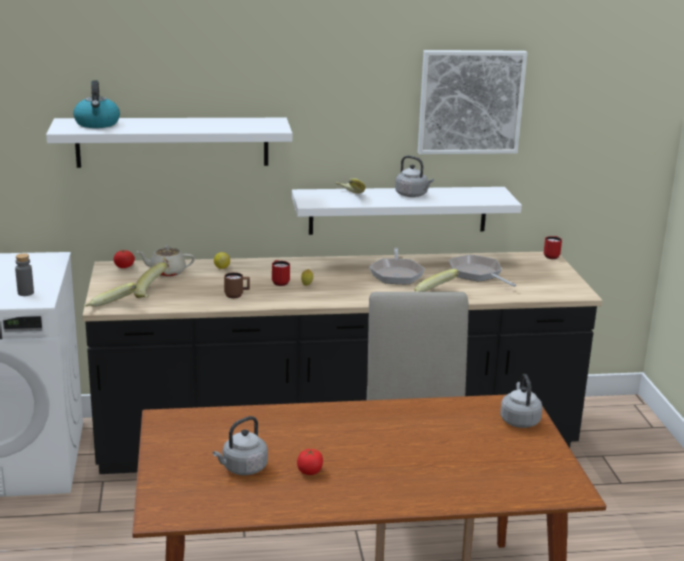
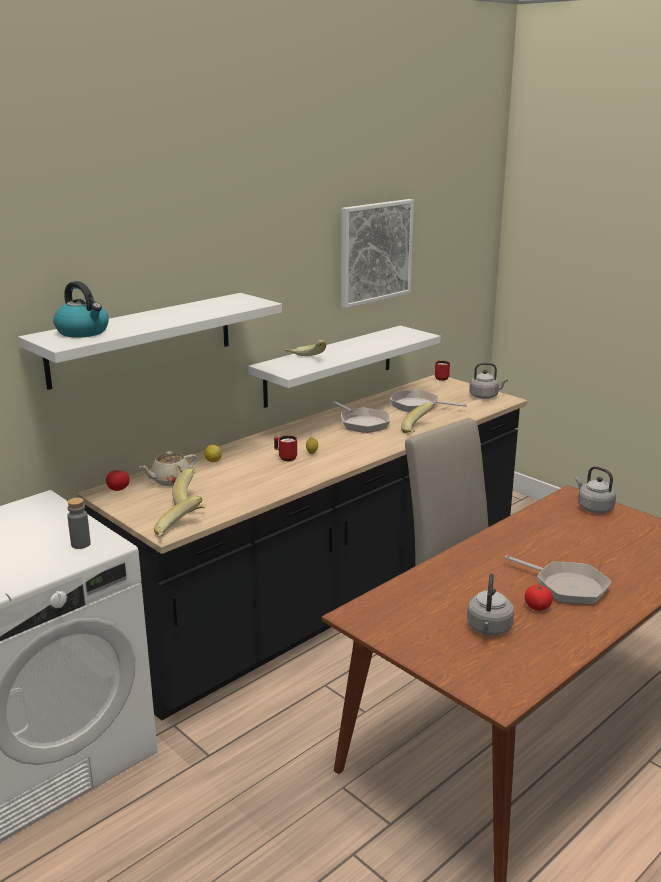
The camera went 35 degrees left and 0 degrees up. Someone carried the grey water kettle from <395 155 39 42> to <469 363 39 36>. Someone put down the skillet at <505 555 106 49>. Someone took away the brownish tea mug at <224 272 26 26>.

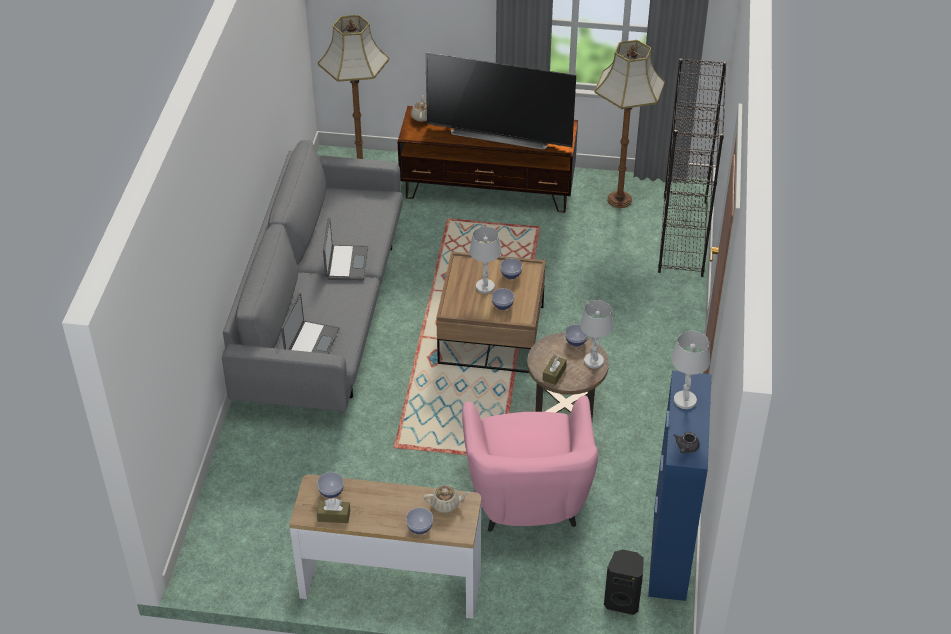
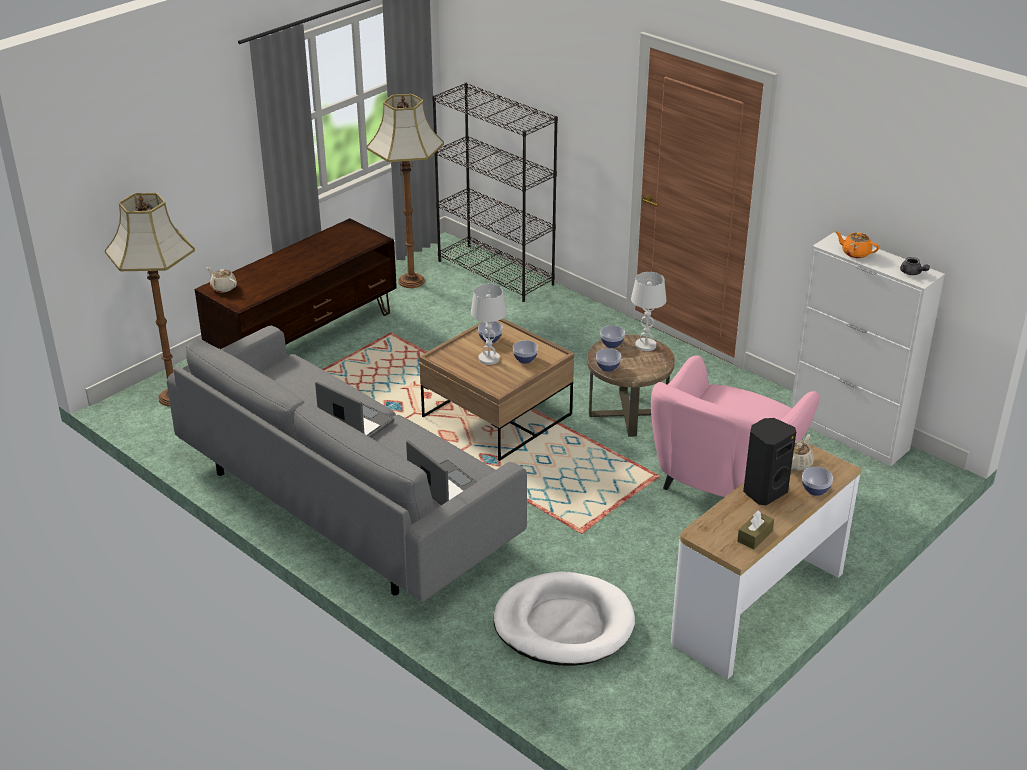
The camera went 55 degrees left and 10 degrees down. Someone put down the white dog cushion at <493 572 142 94>. Someone carried the deep dish from <317 472 27 26> to <596 348 25 24>. Someone rotated the pink lounge chair at <462 395 136 137> by 90 degrees clockwise. Someone carried the black audio speaker from <604 549 40 66> to <743 418 53 87>. Someone repainted the blue-coloured storage cabinet at <648 370 63 231>, which became the white storage cabinet at <791 232 154 235>. Someone swapped the white tabletop lamp at <671 331 39 78> for the orangey tea pot at <835 231 44 27>. Someone took away the TV at <425 52 151 98>. Someone took away the brownish box of tissues at <543 355 24 30>.

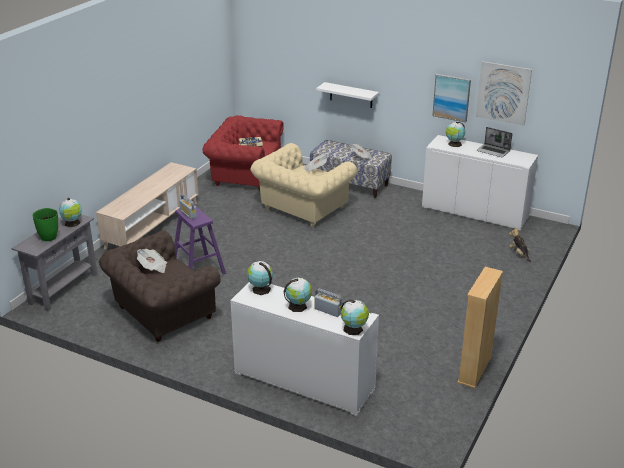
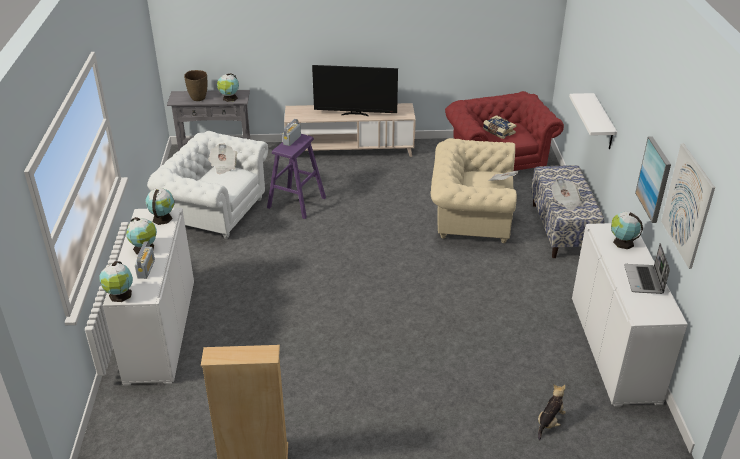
The camera went 60 degrees right and 5 degrees up. Someone repainted the brownish lounge chair at <99 230 122 112>, which became the white lounge chair at <147 131 121 108>. Someone repainted the greenish vase at <33 208 25 33>, which became the brownish vase at <184 70 23 31>. Someone put down the TV at <312 65 86 52>.

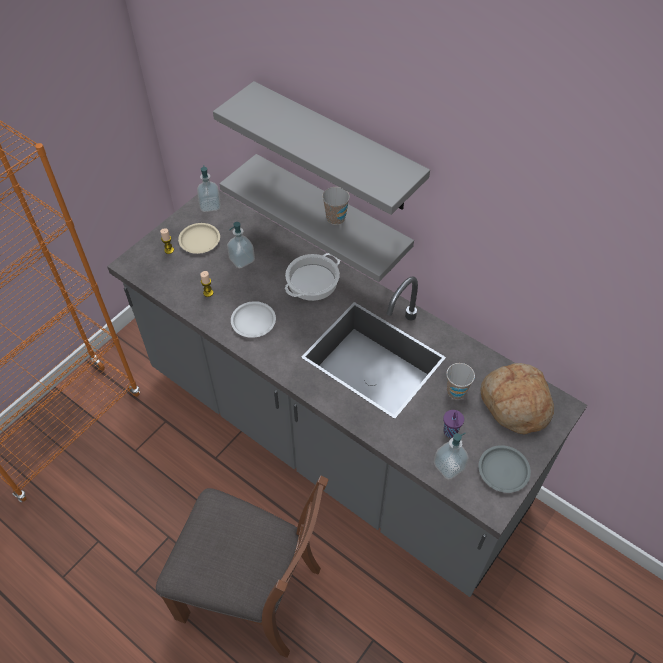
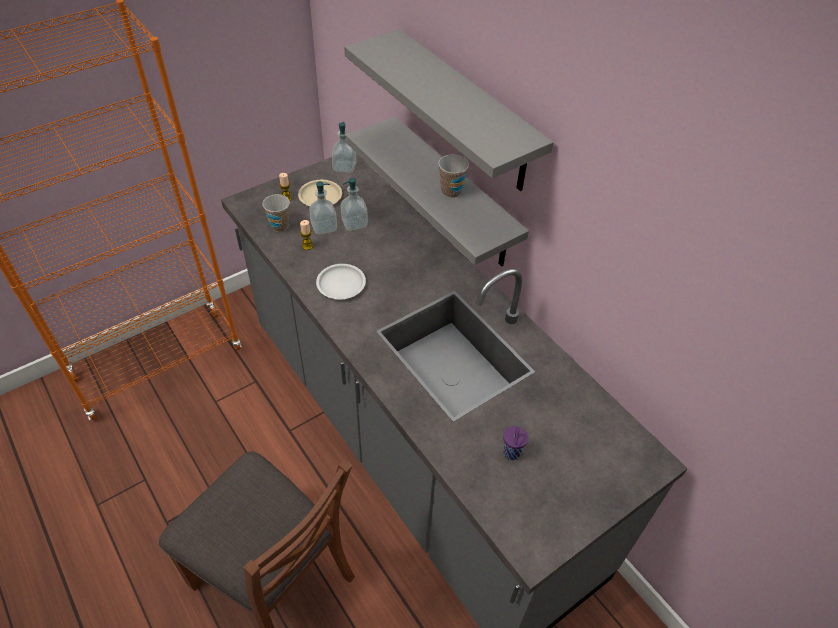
The camera went 15 degrees right and 5 degrees down. Someone carried the small cup from <446 363 29 36> to <262 194 28 38>. Someone carried the soap bottle from <433 433 36 47> to <309 181 28 54>. Someone took away the cooking pot at <285 253 56 48>. Someone took away the grey flat dish at <479 445 52 48>. Someone took away the bakery bread at <480 363 74 72>.

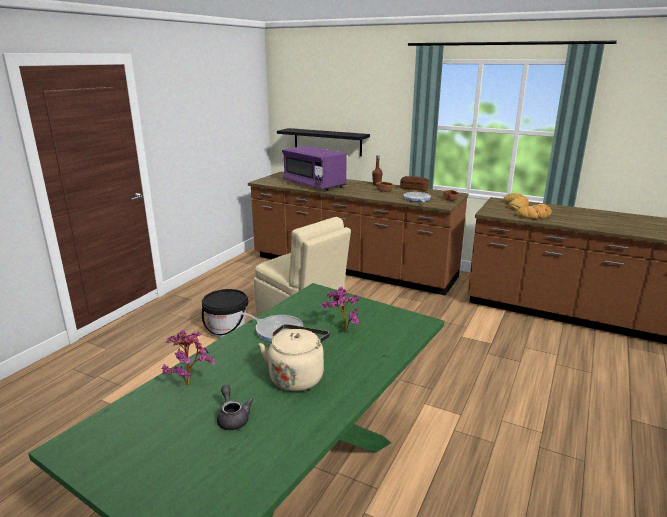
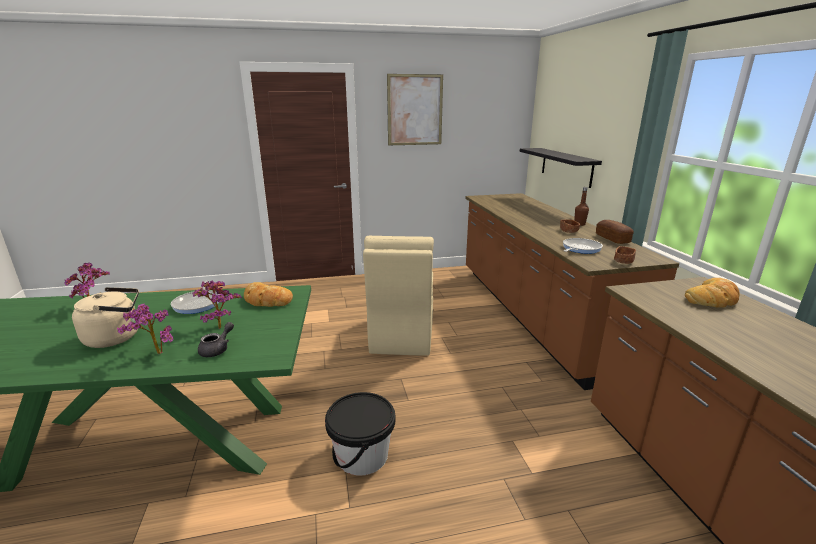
The camera went 50 degrees right and 0 degrees up. Someone put down the houseplant at <117 304 56 50>. Someone carried the grey tea pot from <217 385 36 45> to <198 322 36 35>. Someone carried the bakery bread from <516 204 36 15> to <244 282 49 25>. Someone carried the black pail from <202 289 46 49> to <325 392 70 84>. Someone put up the wall picture at <387 74 56 71>. Someone took away the purplish microwave at <282 146 65 45>.

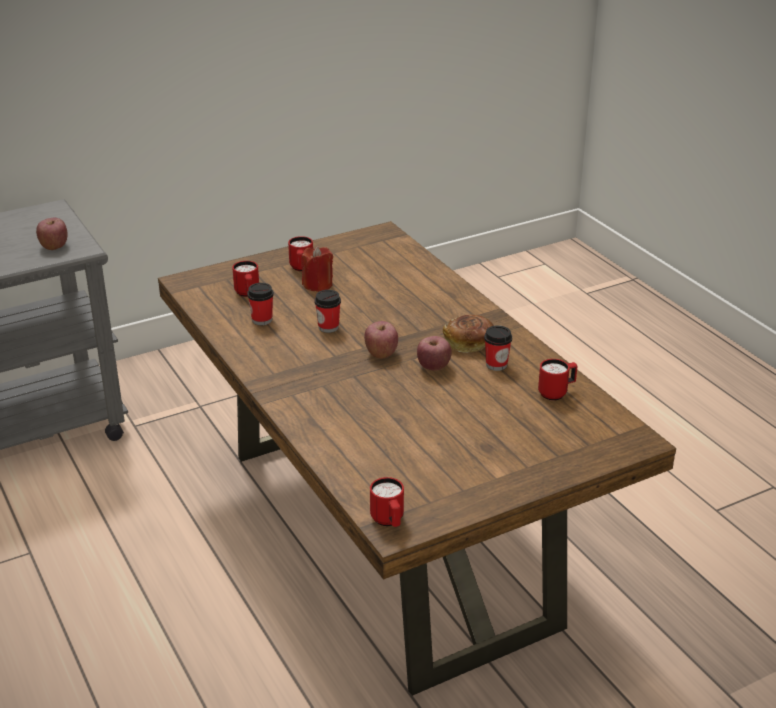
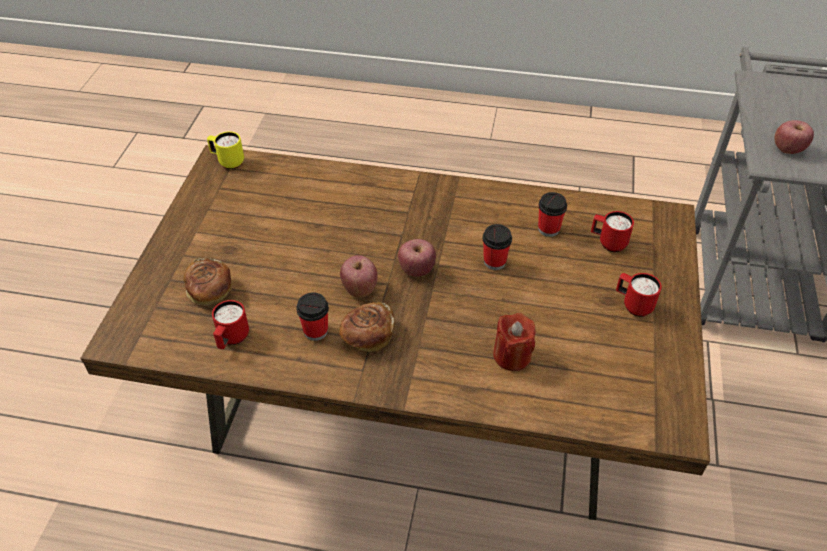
The camera went 130 degrees right and 15 degrees up. Someone put down the bakery bread at <183 258 49 48>. Someone repainted the reddish tea mug at <370 477 34 50>, which became the yellowish tea mug at <207 132 37 37>. Someone carried the reddish wax candle from <301 246 32 46> to <493 313 43 58>.

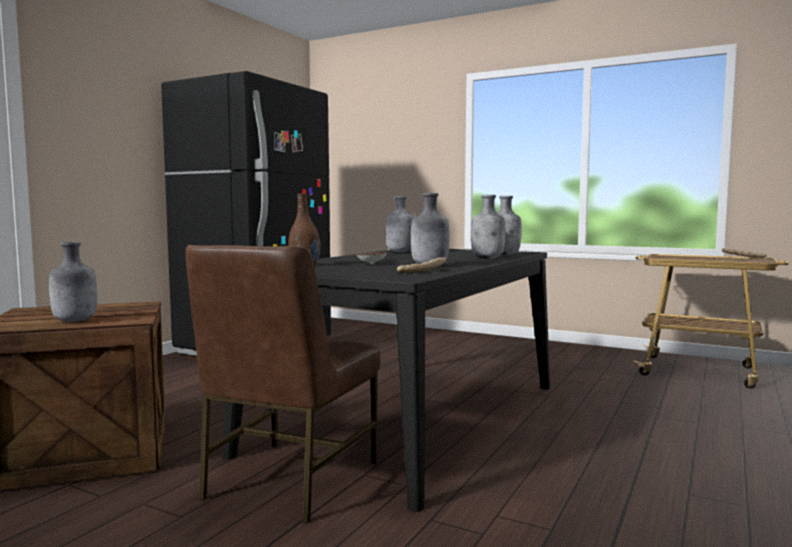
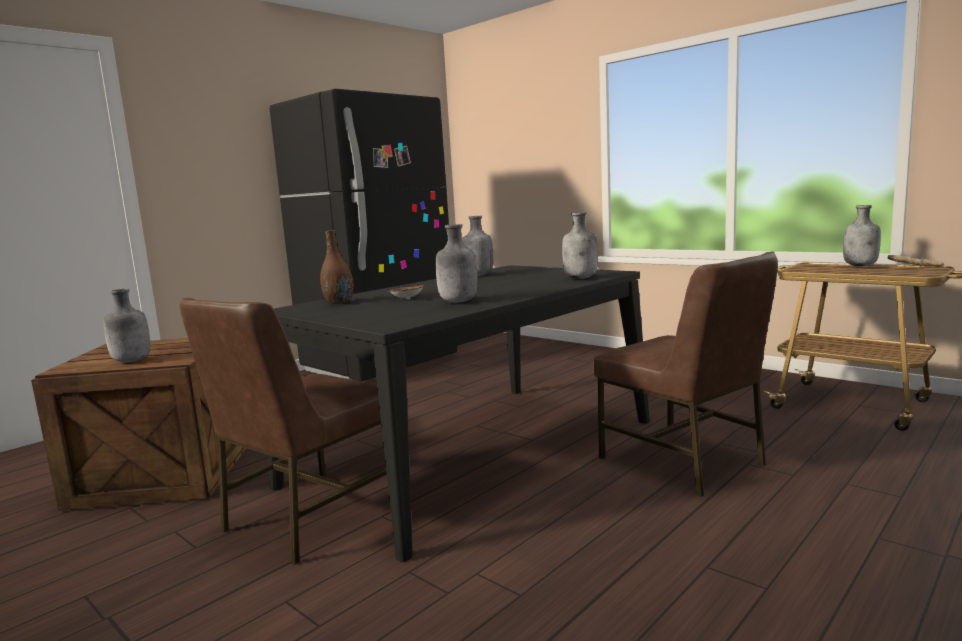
The camera went 15 degrees right and 5 degrees up. Someone put down the brownish plain chair at <593 251 185 246>. Someone carried the grey bottle from <471 195 34 64> to <843 205 38 61>. Someone took away the bakery bread at <397 257 50 16>.

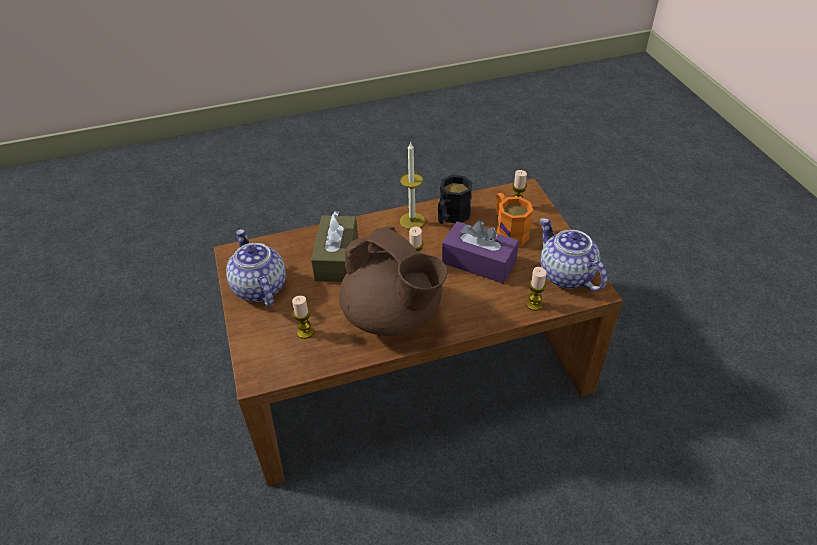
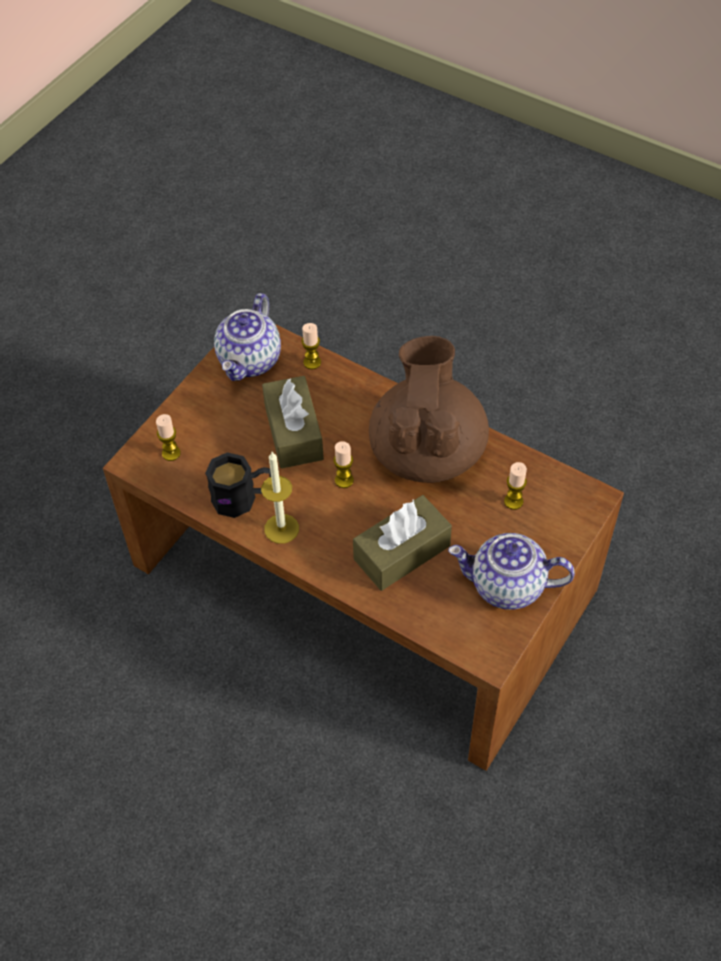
The camera went 130 degrees left and 10 degrees up. Someone repainted the purplish box of tissues at <442 221 77 63>, which became the brownish box of tissues at <262 376 62 93>. Someone rotated the tea pot at <226 229 60 78> by 75 degrees clockwise. Someone took away the orangey tea mug at <496 193 37 53>.

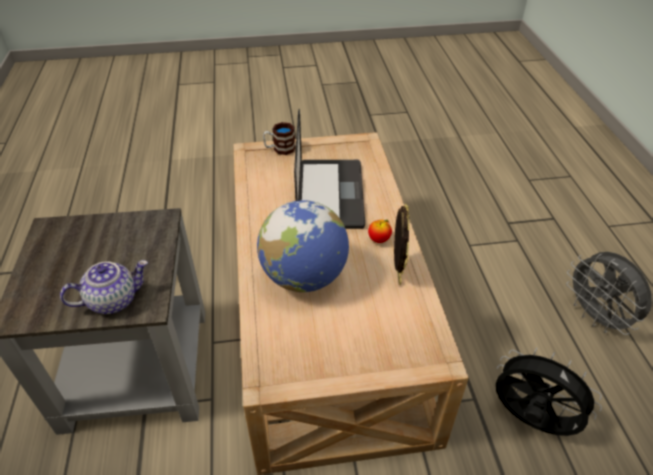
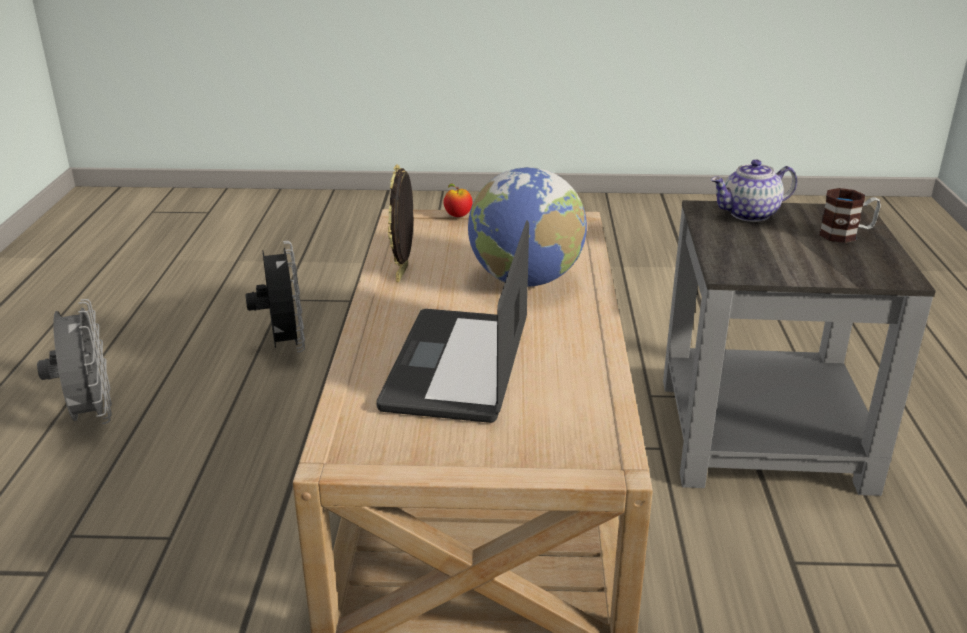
The camera went 170 degrees left and 15 degrees down. Someone rotated the black fan at <496 348 106 88> by 150 degrees counterclockwise. Someone carried the whole apple from <368 220 24 23> to <444 183 28 34>. Someone carried the tea mug from <263 122 33 33> to <819 188 62 55>.

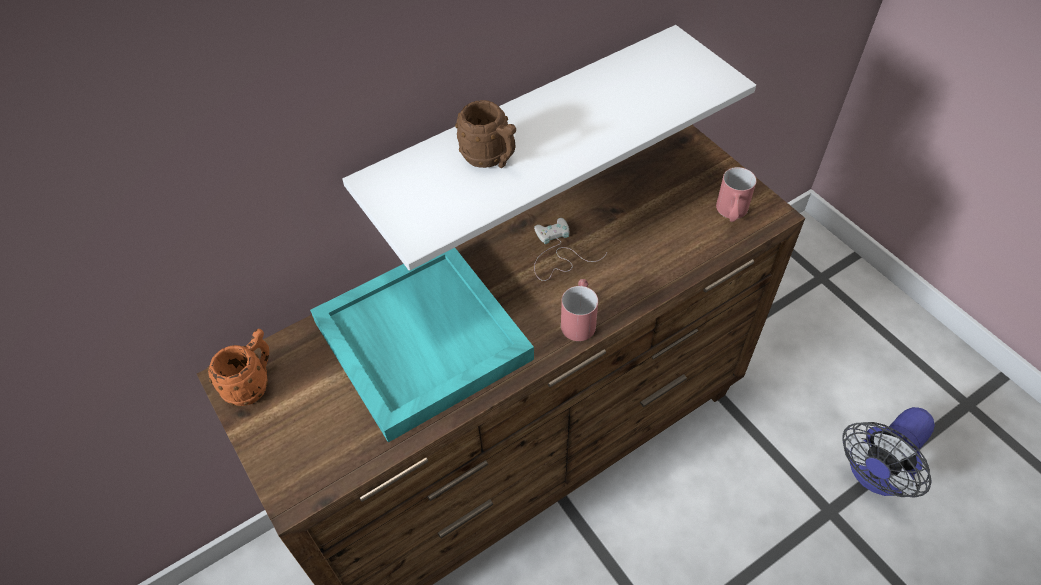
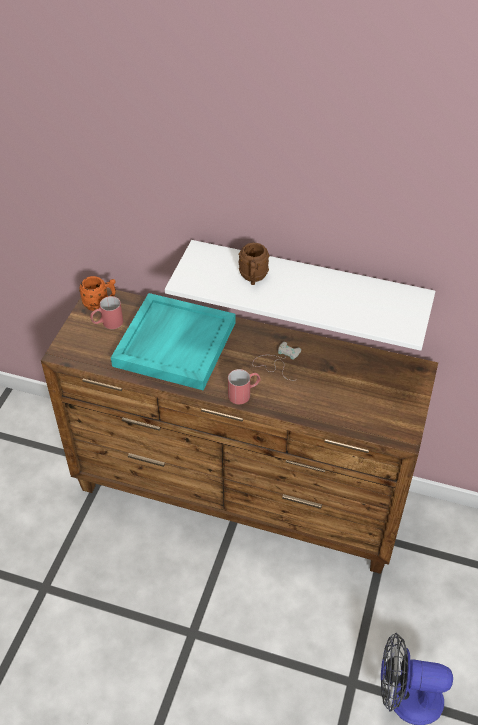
The camera went 50 degrees right and 5 degrees down. Someone carried the reddish tea mug from <716 167 41 55> to <90 296 33 33>.

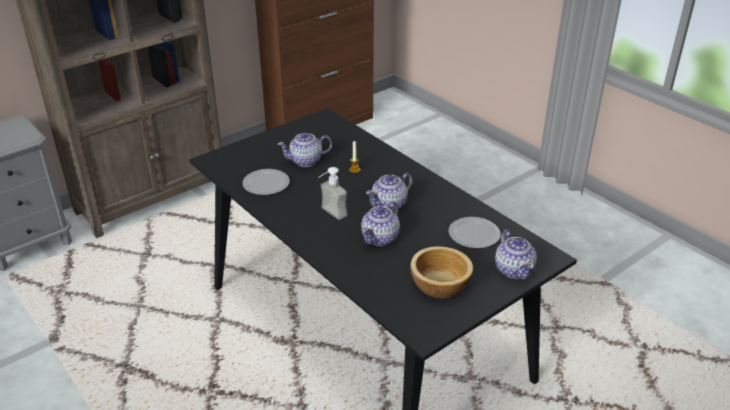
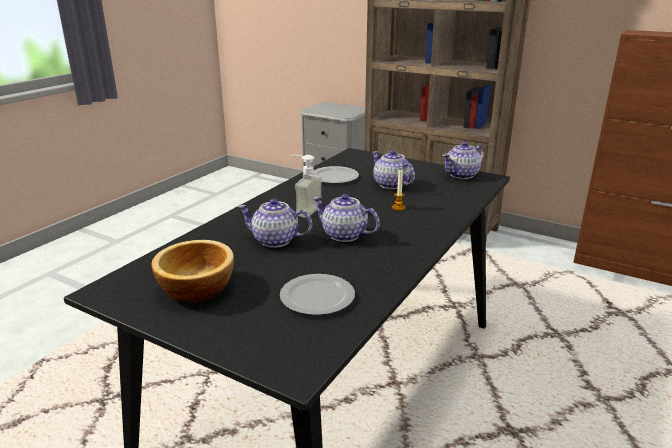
The camera went 70 degrees right and 10 degrees down. Someone carried the tea pot from <495 230 42 50> to <442 142 42 37>.

